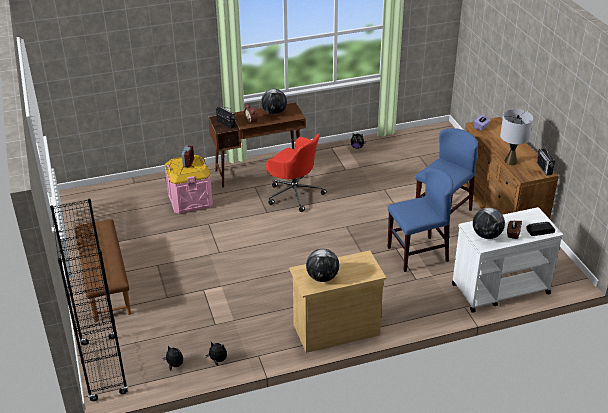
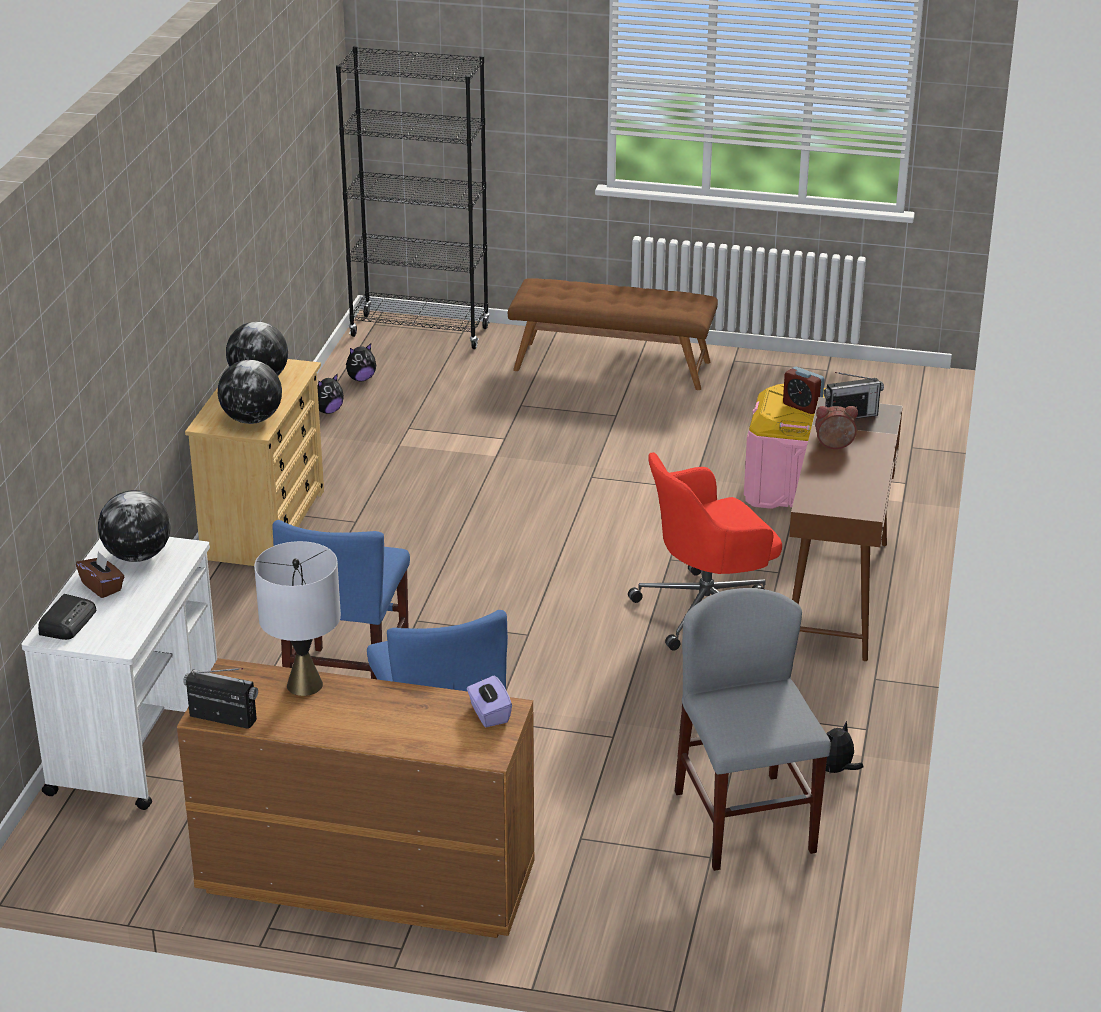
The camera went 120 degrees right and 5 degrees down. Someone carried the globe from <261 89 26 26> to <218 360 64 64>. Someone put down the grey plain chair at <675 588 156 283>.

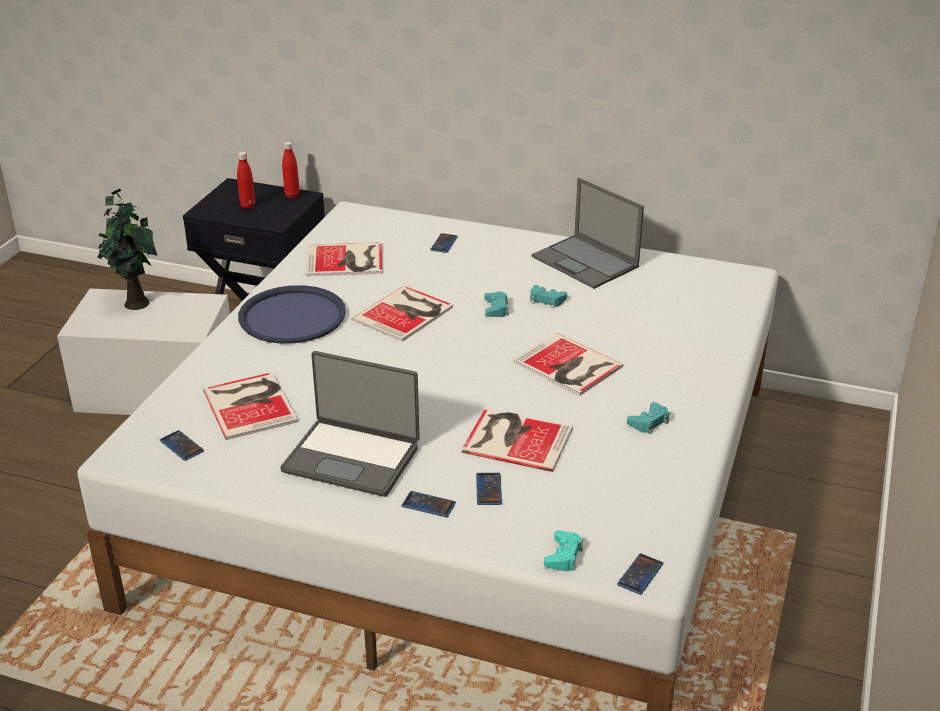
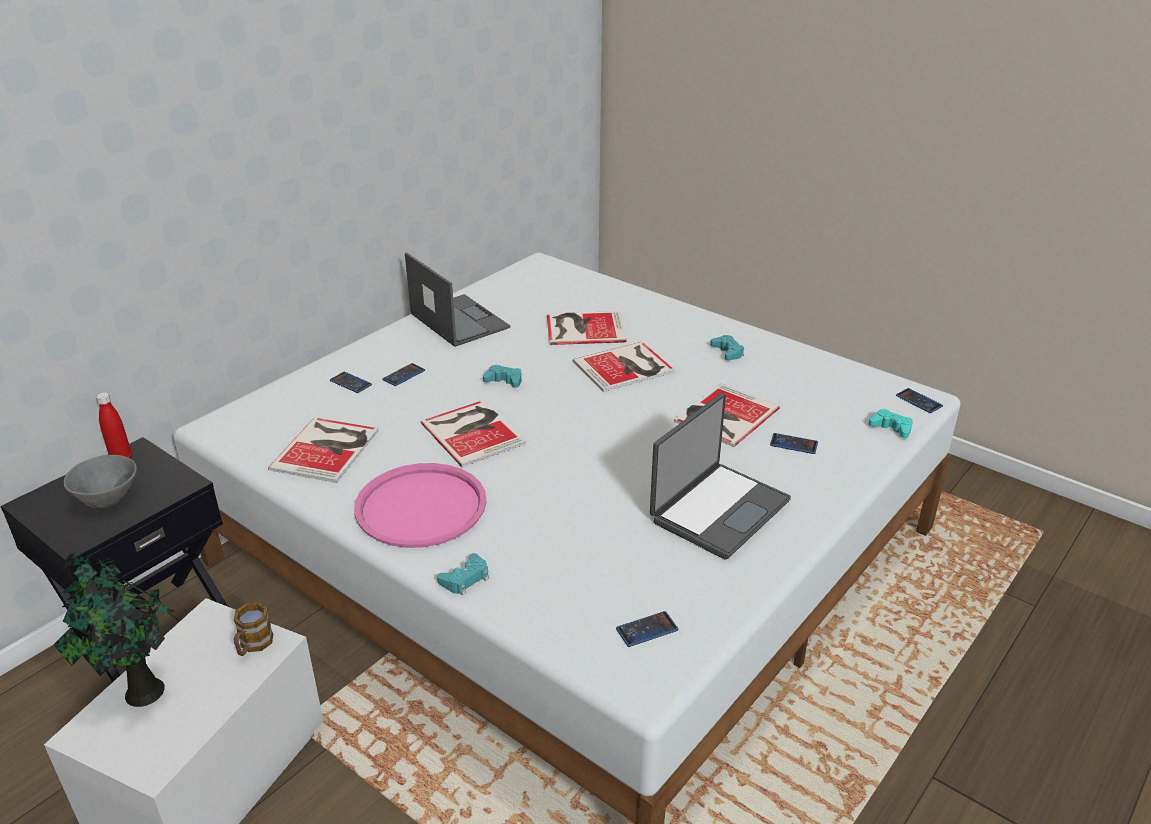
The camera went 70 degrees left and 0 degrees up. Someone swapped the reddish bottle at <237 152 18 57> for the grey deep dish at <64 455 73 53>. Someone put down the tea mug at <234 602 39 54>. Someone repainted the blue-coloured tray at <238 285 108 59>, which became the pink tray at <354 463 133 85>. Someone carried the phone from <401 491 55 26> to <382 363 43 23>. Someone rotated the notebook computer at <532 178 112 111> by 105 degrees counterclockwise. Someone carried the blue-green joypad from <530 285 37 23> to <437 553 52 43>. Someone carried the bound book from <203 372 95 68> to <547 311 79 34>.

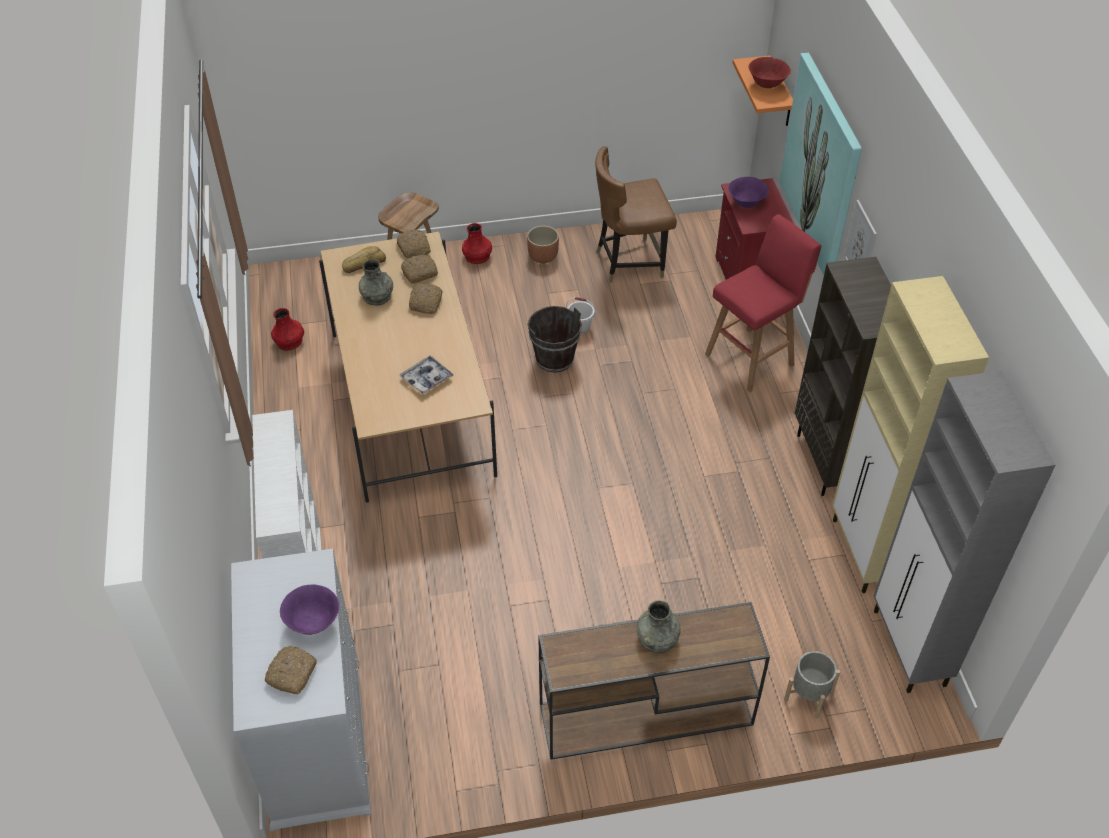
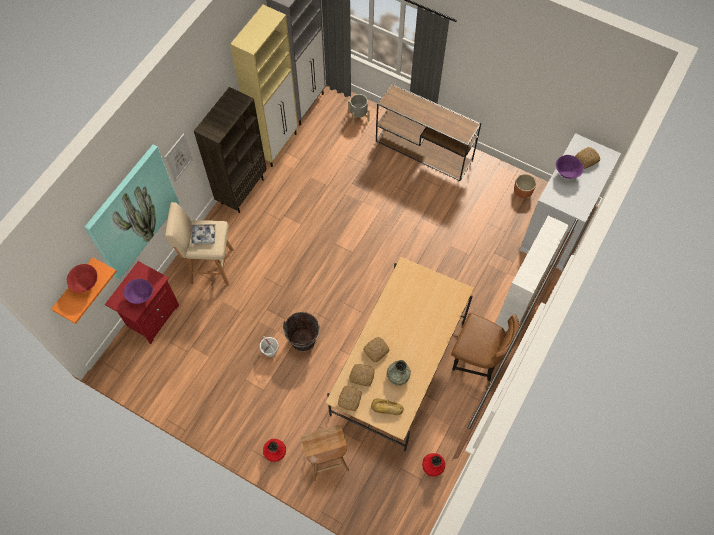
The camera went 140 degrees left and 15 degrees up. Someone repainted the reddish stool at <705 214 116 178>, which became the beige stool at <165 202 69 84>. Someone carried the tray from <399 355 55 40> to <191 224 25 21>. Someone carried the brownish plain chair from <595 146 82 137> to <451 313 68 71>. Someone carried the brownish planter from <527 226 32 37> to <514 174 22 24>. Someone took away the grey vase at <637 600 44 53>.

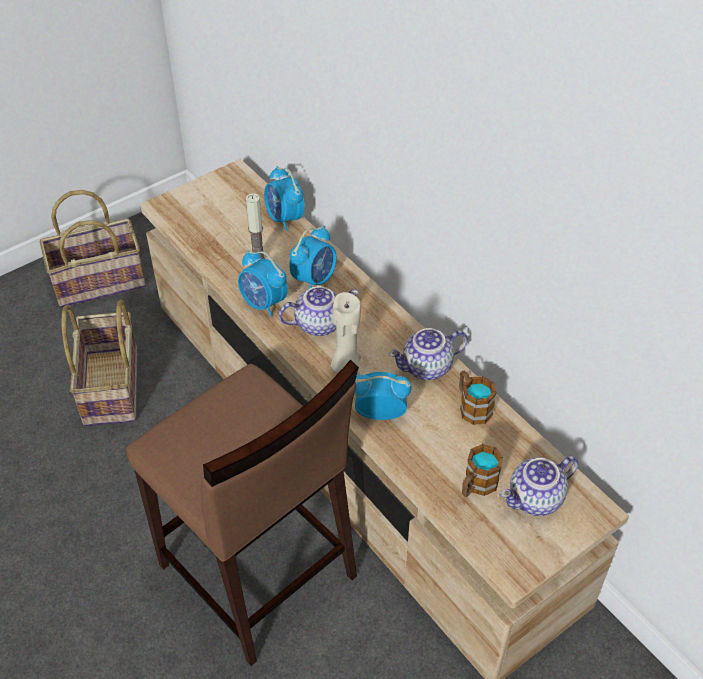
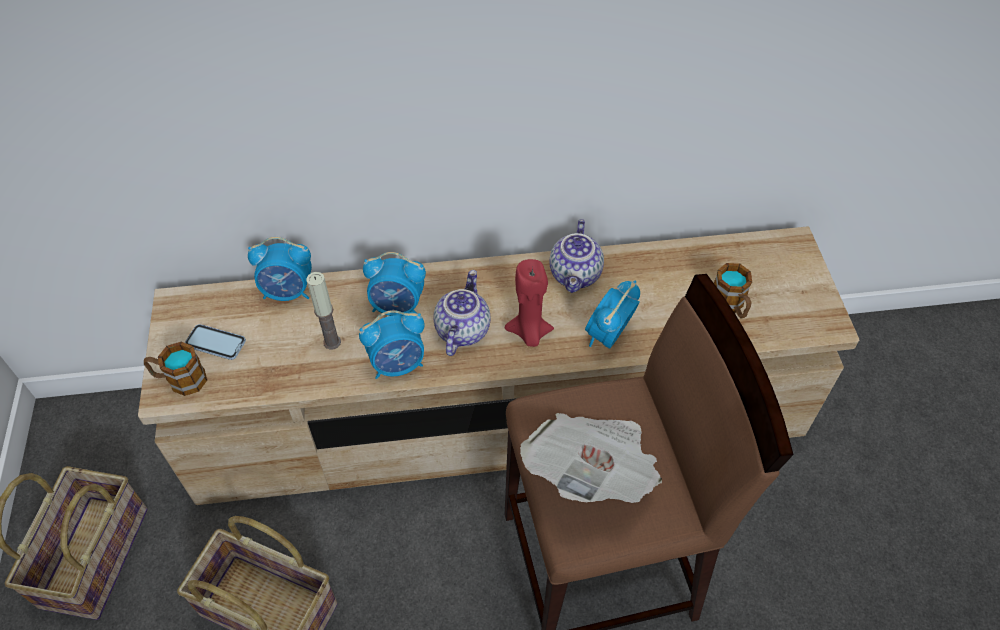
The camera went 60 degrees left and 5 degrees up. Someone carried the tea mug from <459 371 38 54> to <144 342 63 54>. Someone put down the phone at <185 324 61 36>. Someone rotated the bedside clock at <289 226 48 63> by 120 degrees clockwise. Someone repainted the beige wax candle at <331 292 30 83>, which became the reddish wax candle at <505 259 49 88>. Someone put down the printed paper at <520 413 142 90>. Someone took away the tea pot at <501 456 77 60>.

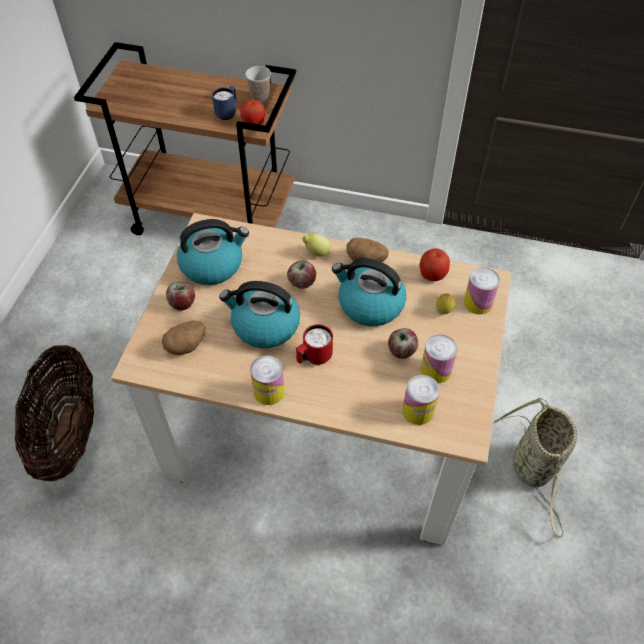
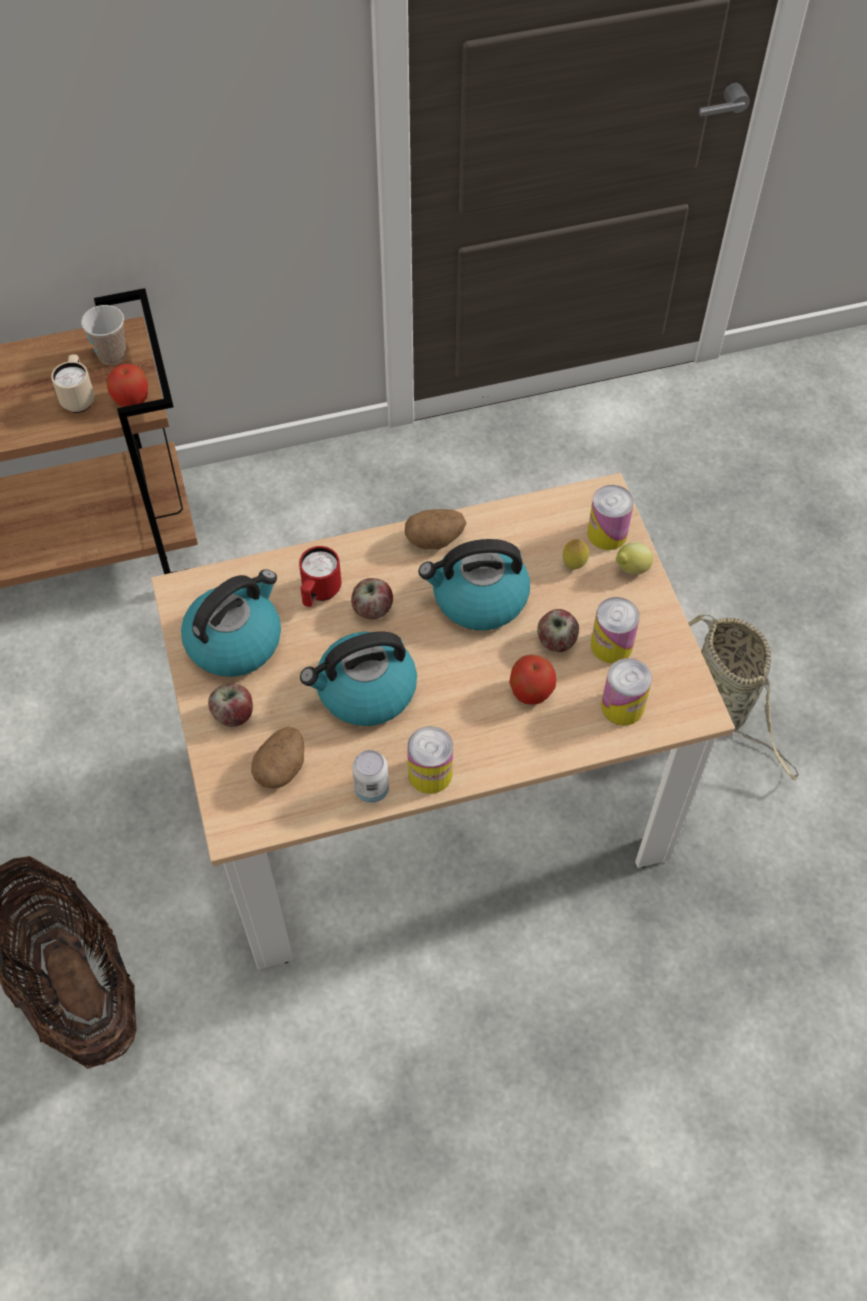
The camera went 30 degrees left and 5 degrees up. Someone repainted the blue-coloured tea mug at <212 86 25 34>, which became the beige tea mug at <51 354 43 59>. Someone carried the reddish tea mug from <296 324 37 41> to <299 546 42 61>. Someone put down the sealed can at <352 750 37 53>. Someone carried the whole apple from <419 248 31 34> to <509 655 47 50>. Someone carried the whole lemon from <302 233 28 24> to <616 542 37 33>.

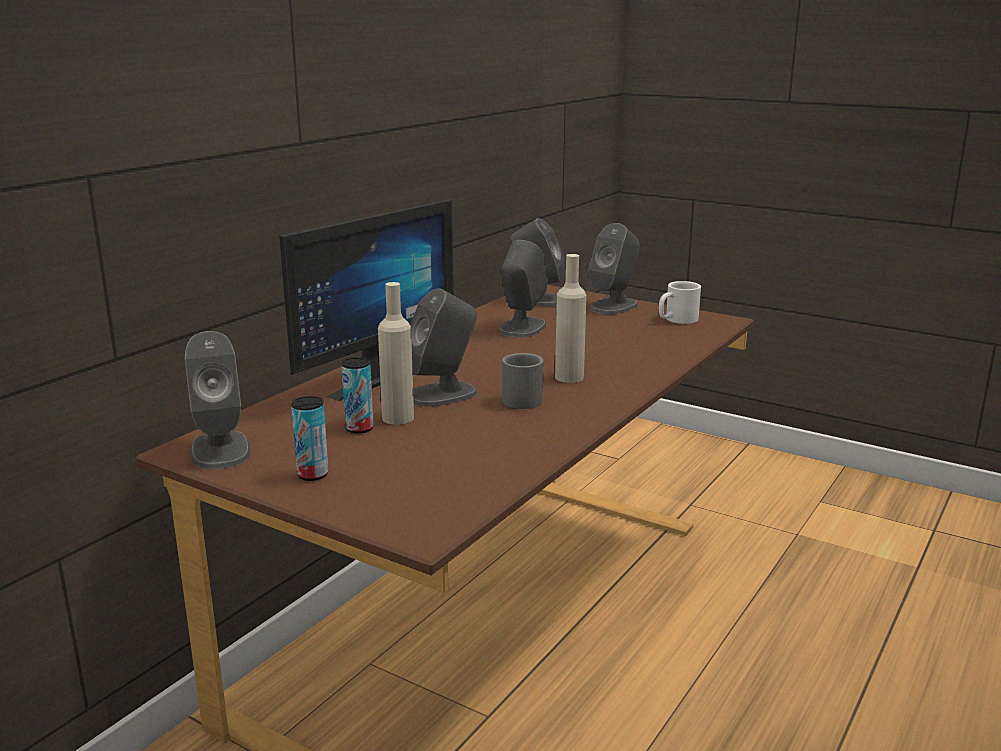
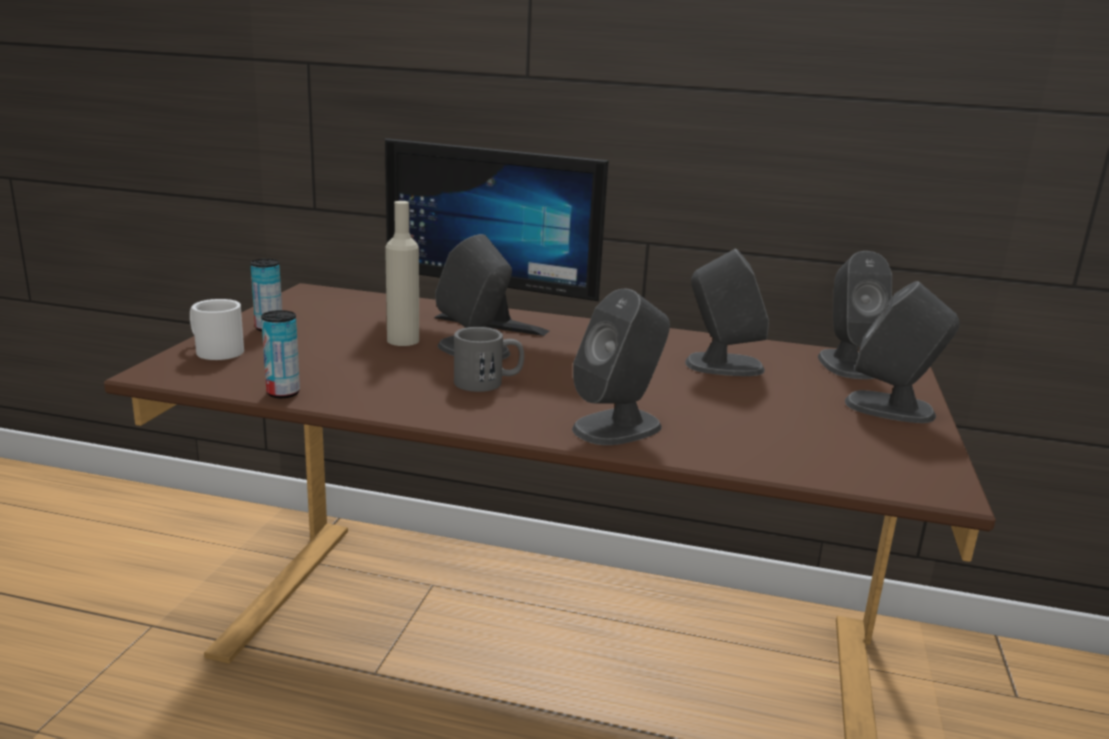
The camera went 70 degrees right and 0 degrees up. Someone carried the white tea mug from <659 281 42 43> to <190 299 54 61>. Someone carried the sealed can from <341 357 33 77> to <261 310 39 88>. Someone carried the grey audio speaker from <185 331 66 138> to <572 289 98 156>. Someone took away the beige bottle at <555 254 32 129>.

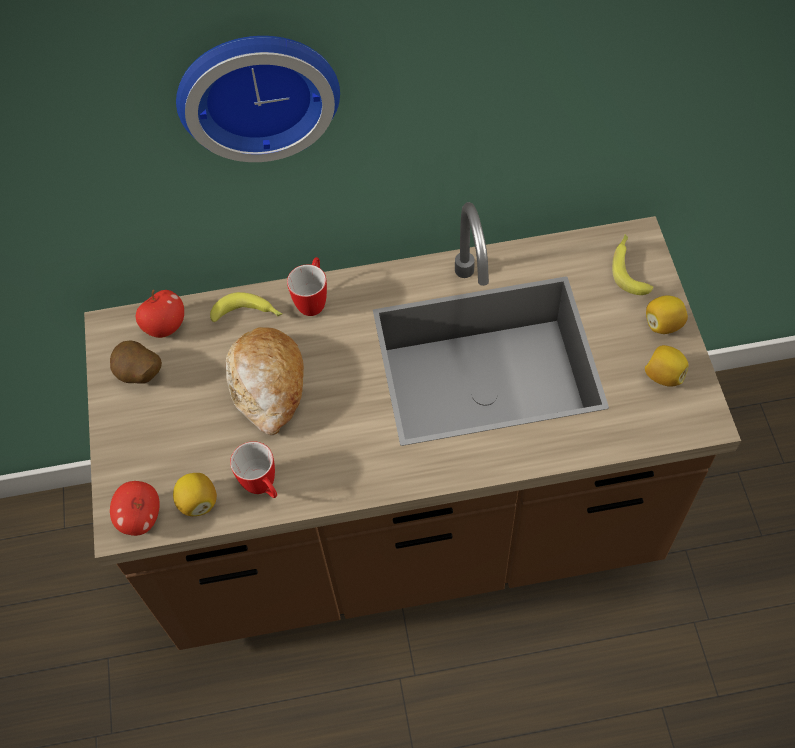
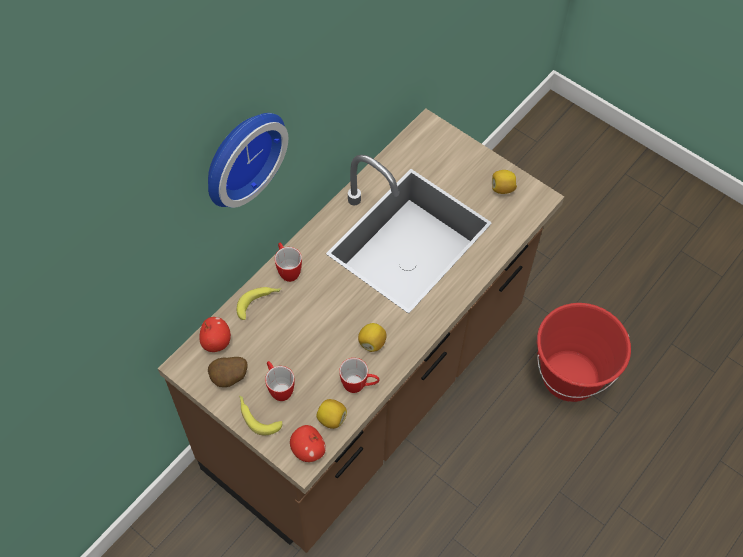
The camera went 45 degrees left and 0 degrees up. Someone carried the banana fruit from <612 234 41 61> to <239 396 43 39>. Someone put down the tea mug at <265 361 30 40>. Someone carried the whole lemon from <646 296 42 38> to <358 323 29 29>. Someone put down the reddish pail at <537 303 94 99>. Someone took away the bakery bread at <226 327 78 108>.

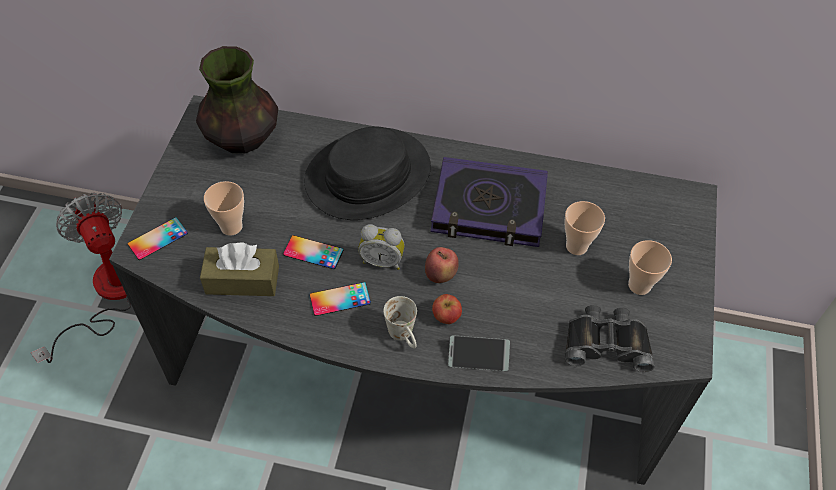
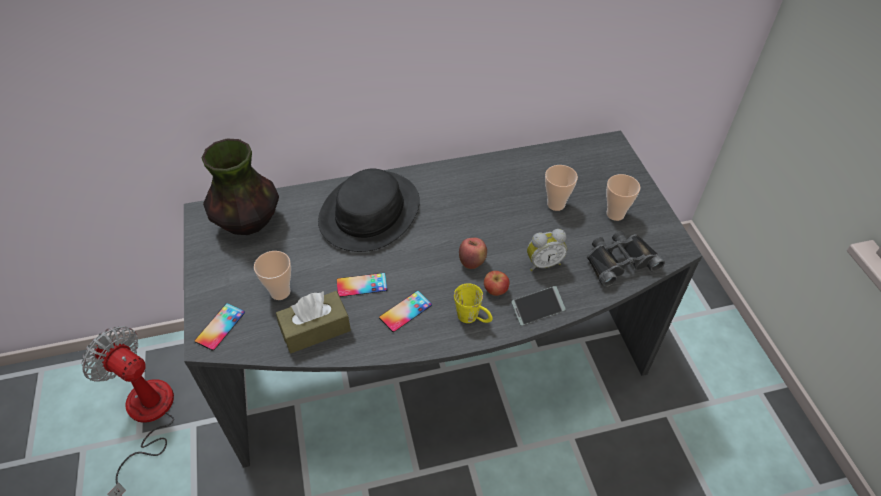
The camera went 25 degrees left and 5 degrees down. Someone repainted the white tea mug at <383 296 34 53>, which became the yellowish tea mug at <454 283 39 40>. Someone carried the bedside clock from <358 224 47 46> to <527 229 40 42>. Someone took away the bound book at <430 157 118 90>.

